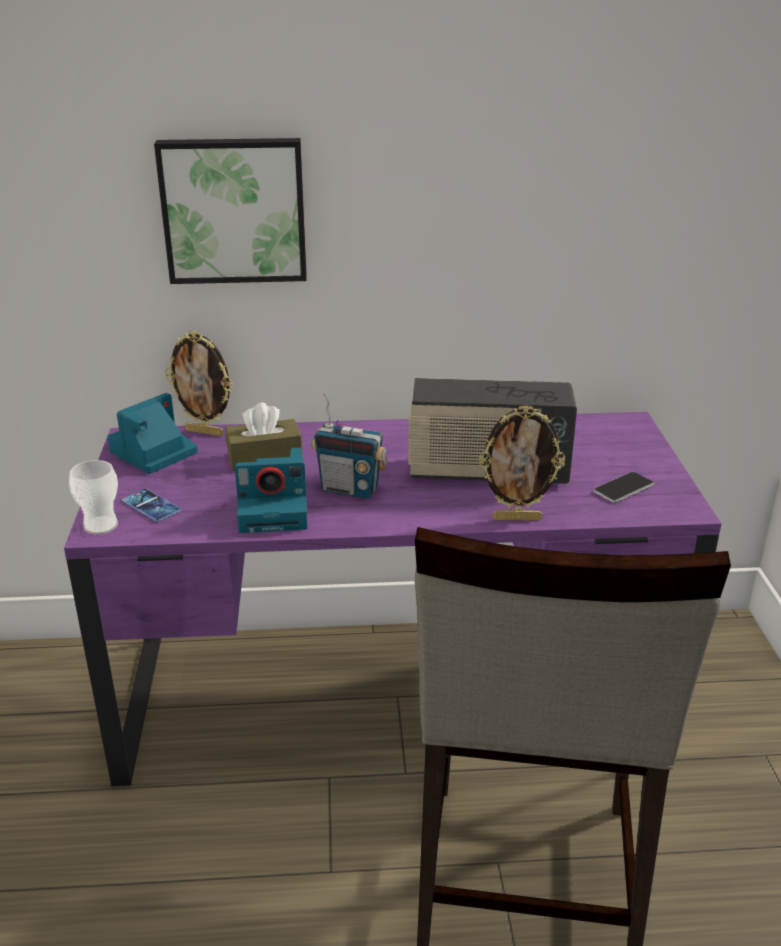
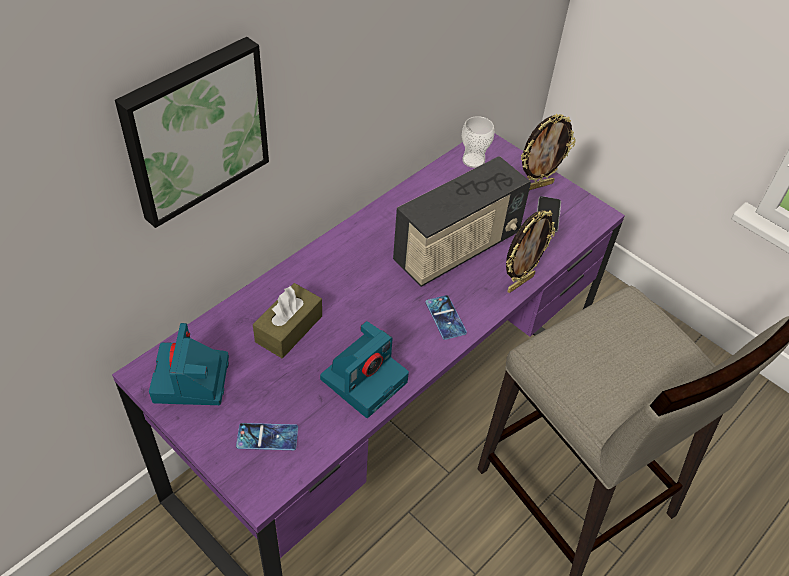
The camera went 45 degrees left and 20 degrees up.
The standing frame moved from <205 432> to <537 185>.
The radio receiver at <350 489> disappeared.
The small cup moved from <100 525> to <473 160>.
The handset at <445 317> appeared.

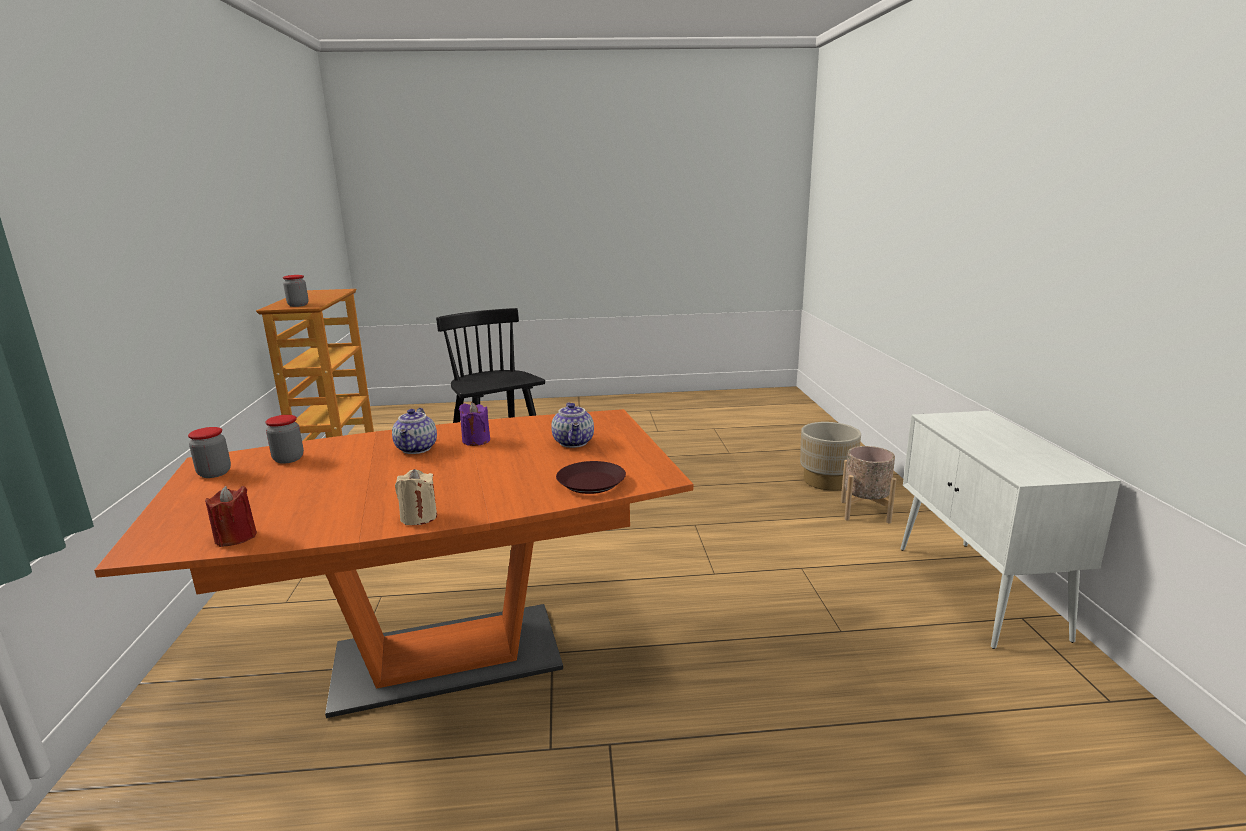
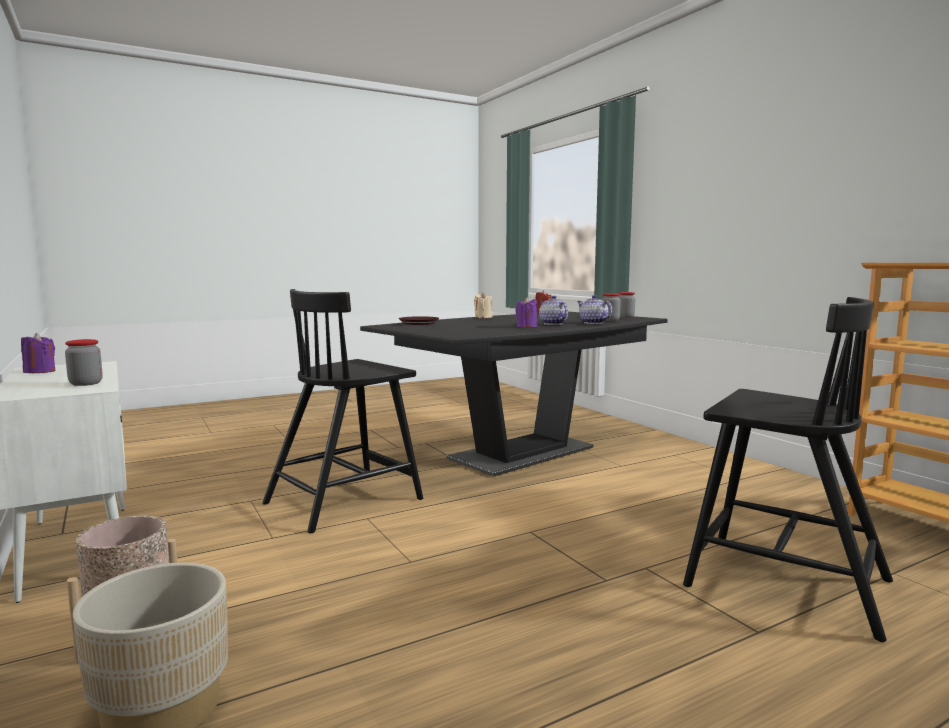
The camera went 155 degrees right and 10 degrees down.
The jar moved from <298 305> to <86 383>.
The teapot moved from <574 442> to <592 323>.
The kitchen table/orange-coloured at <447 658> became the kitchen table/blackish at <522 453>.
The upright chair/blackish at <346 500> appeared.
The wax light/purplish at <39 371> appeared.

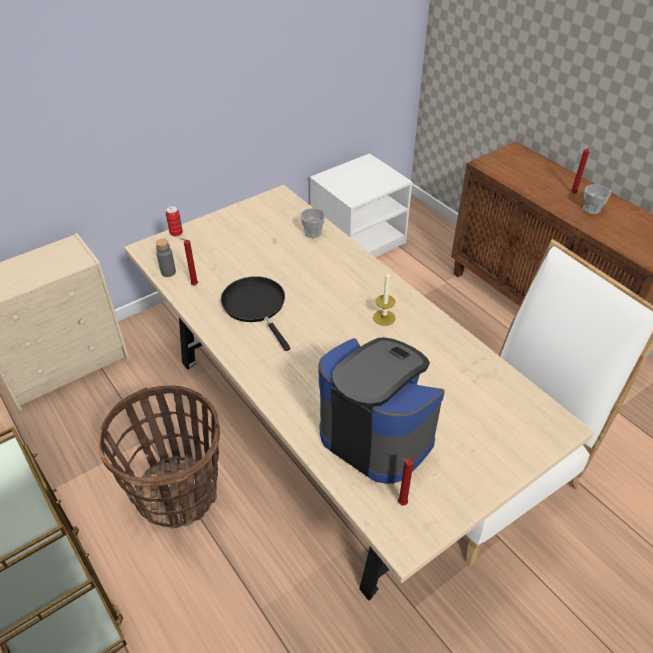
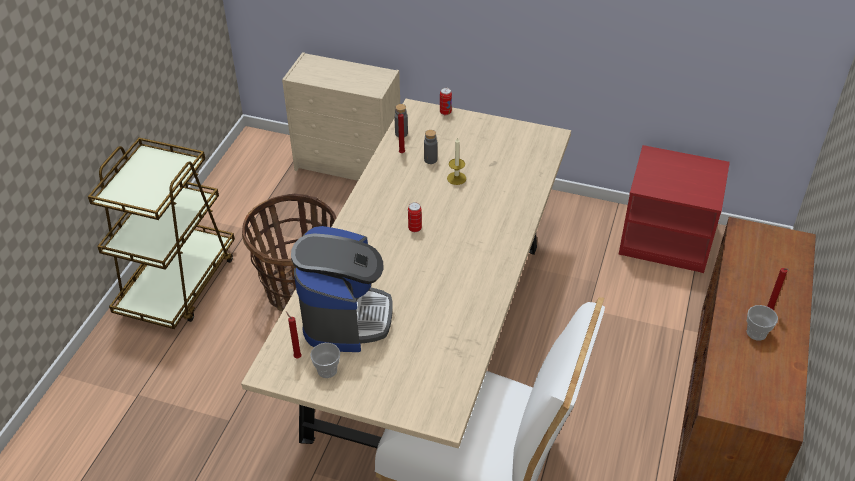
The camera went 55 degrees right and 0 degrees up.
The night table/white-coloured at <358 240> became the night table/red-coloured at <667 239>.
The small cup moved from <313 233> to <327 370>.
The wax light moved from <384 317> to <456 178>.
The frying pan/blackish at <256 306> disappeared.
The bottle/gray at <430 160> appeared.
The sealed can at <415 228> appeared.

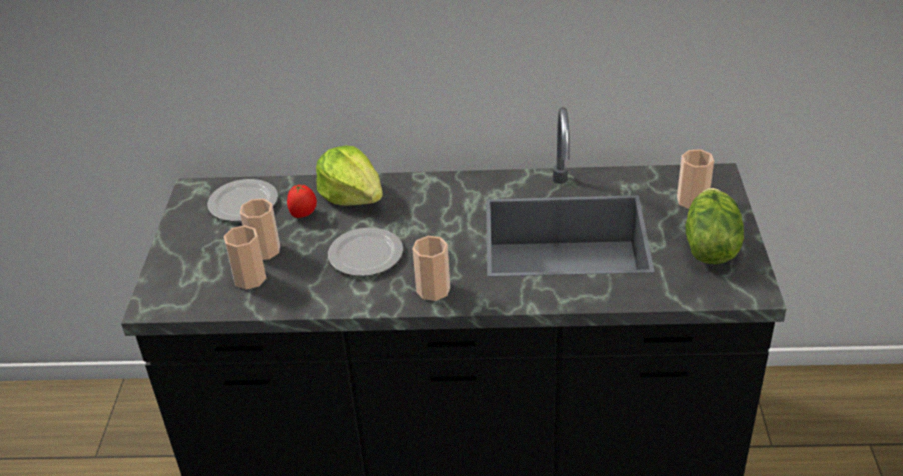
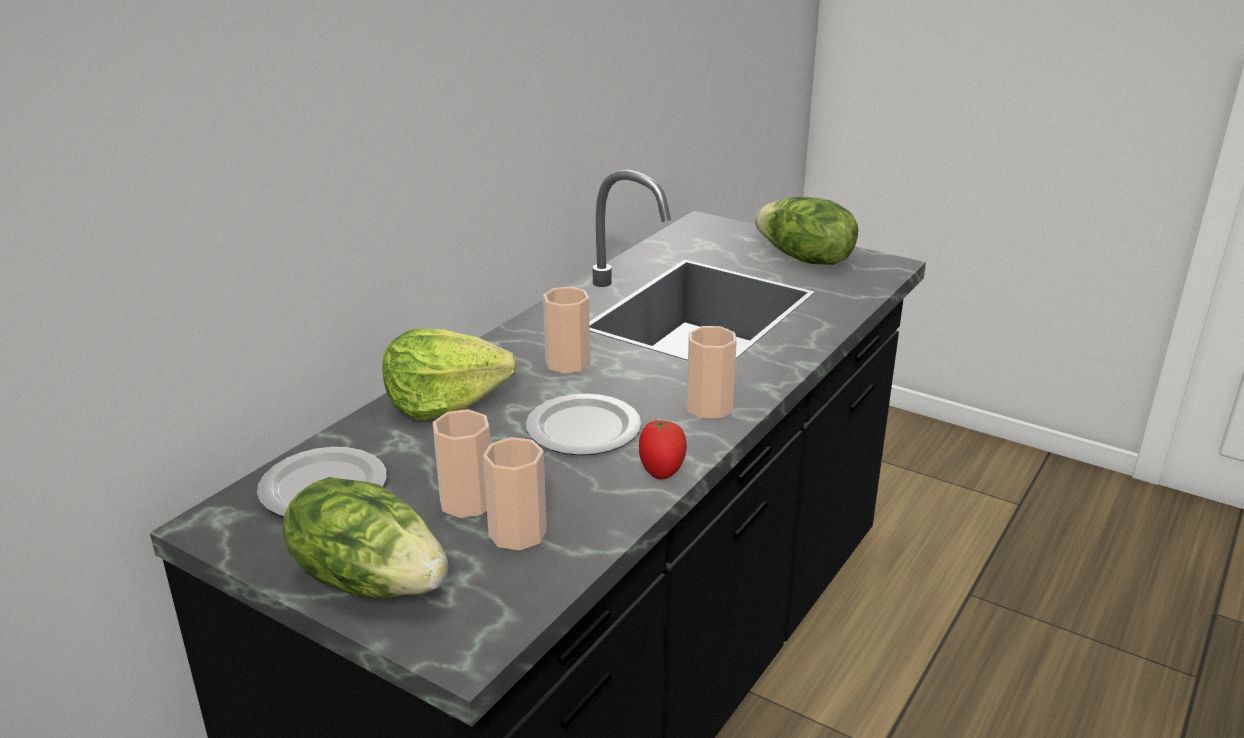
The camera went 60 degrees left and 10 degrees down.
The small cup moved from <692 200> to <567 363>.
The tomato moved from <303 214> to <662 472>.
The lettuce at <370 579> appeared.

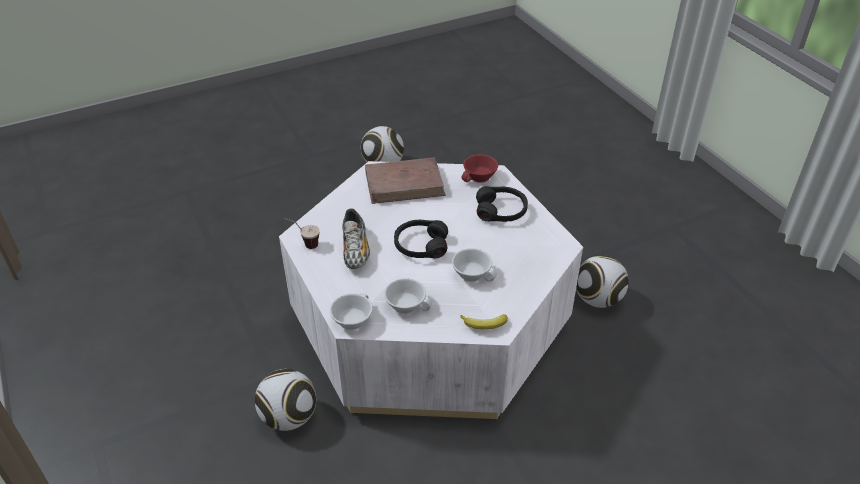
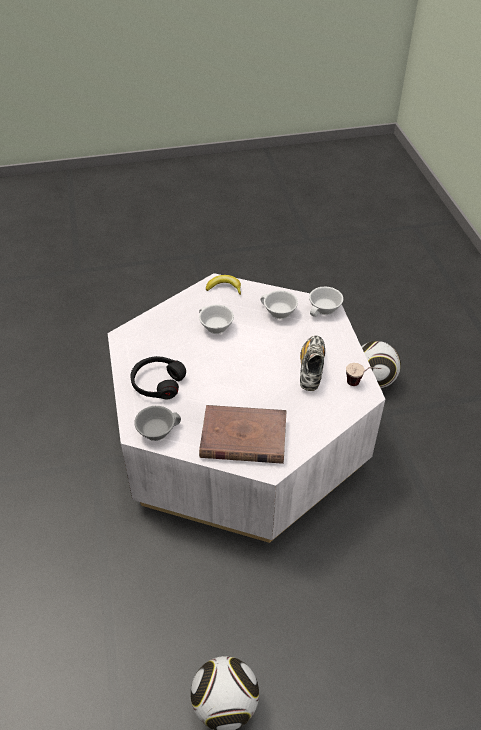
The camera went 165 degrees left and 5 degrees up.
The small cup/red-coloured at <480 177> became the small cup/gray at <156 430>.
The headphones/blackish at <421 245> disappeared.
The ball for football at <597 300> disappeared.

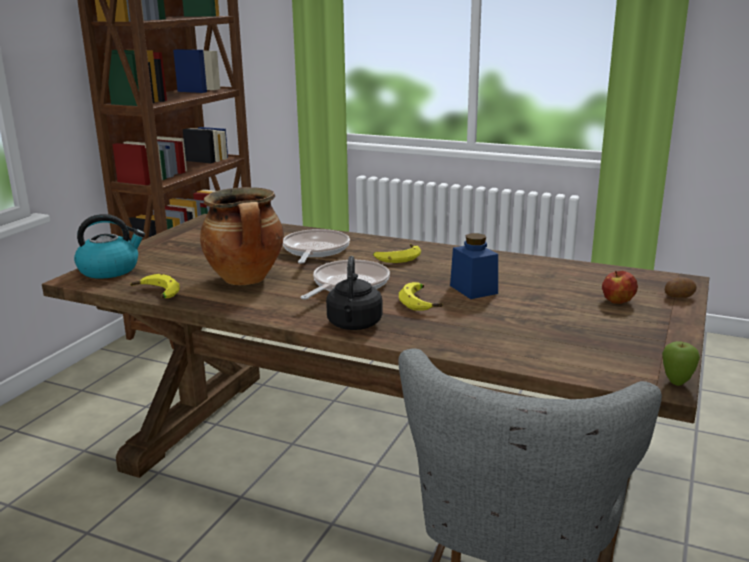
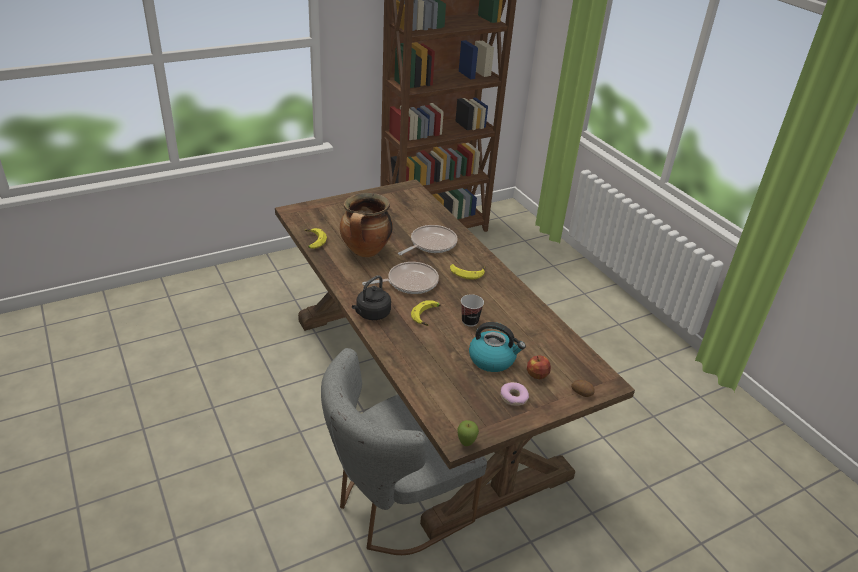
The camera went 35 degrees right and 15 degrees up.
The tea kettle moved from <110 270> to <492 359>.
The jar/bluish at <473 289> was replaced by the small cup at <470 321>.
The donut at <513 397> appeared.

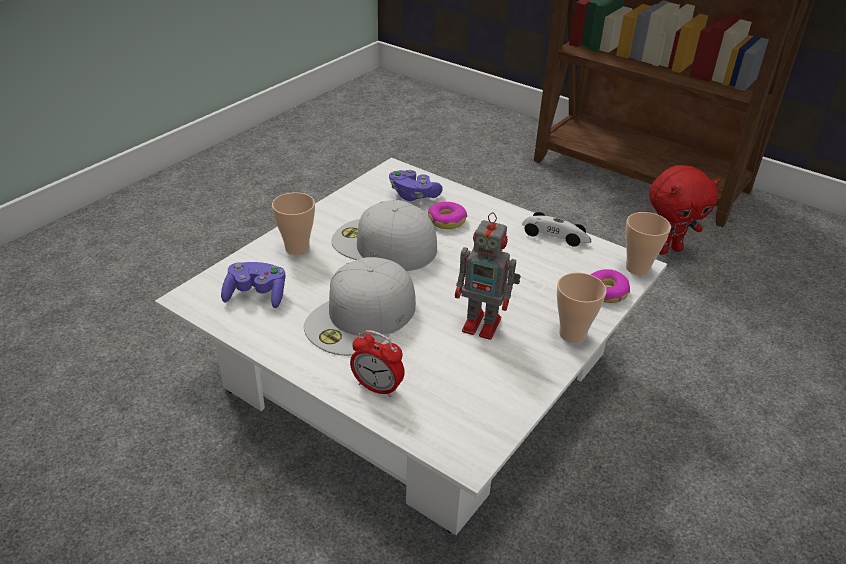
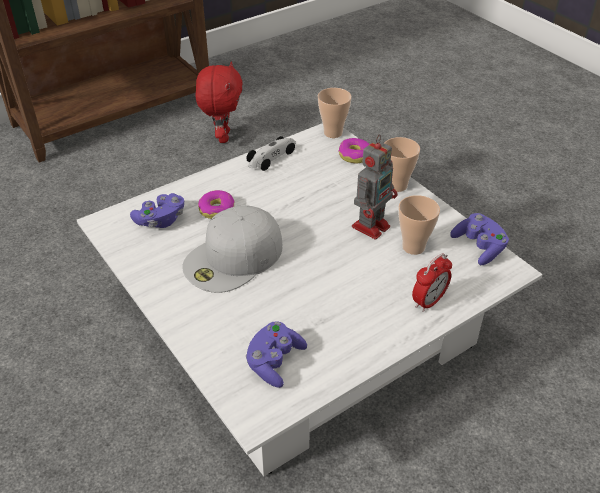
The camera went 70 degrees left and 5 degrees up.
The small cup moved from <297 248> to <413 247>.
The baseball cap/white-coloured at <362 317> disappeared.
The game controller/purplish at <479 247> appeared.

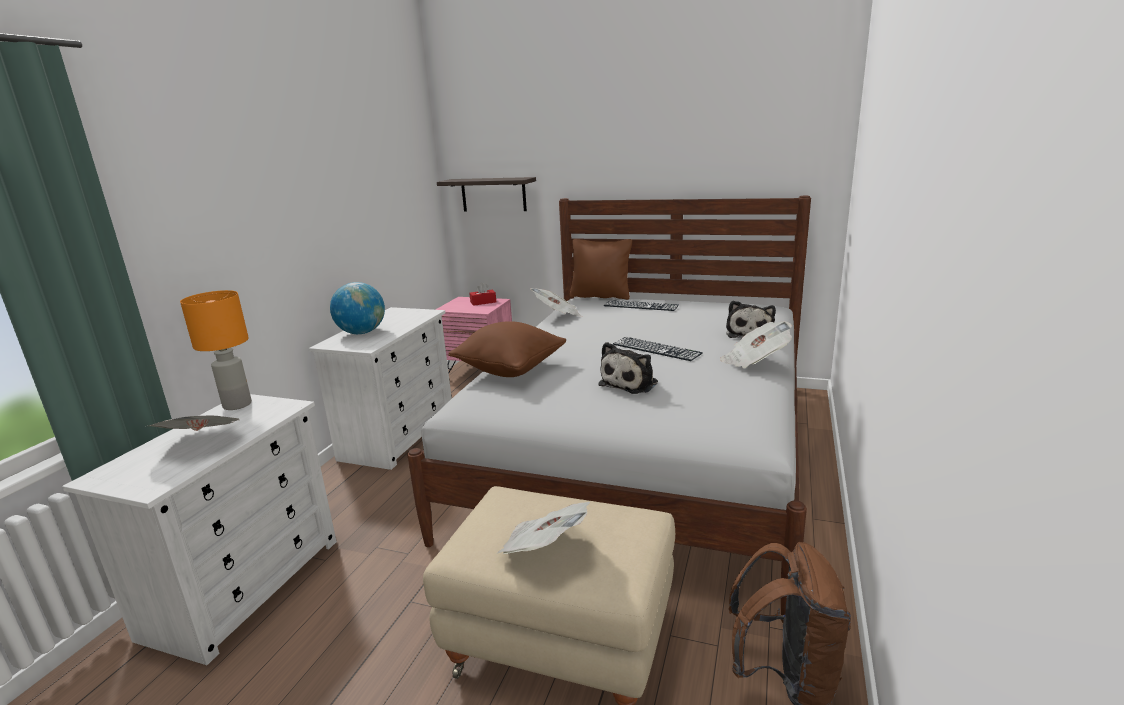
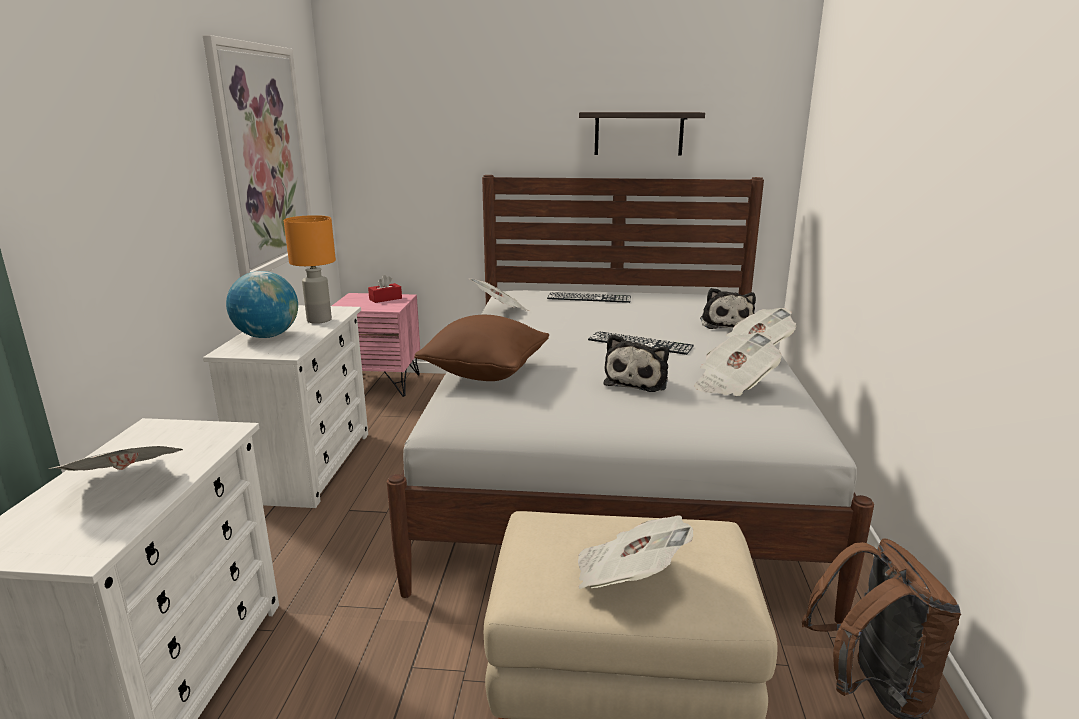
The camera went 15 degrees left and 0 degrees up.
The wall shelf moved from <493 194> to <638 133>.
The pillow/brownish at <601 296> disappeared.
The tabletop lamp/orange-coloured moved from <236 405> to <318 320>.
The wall art at <263 158> appeared.
The printed paper at <732 384> appeared.

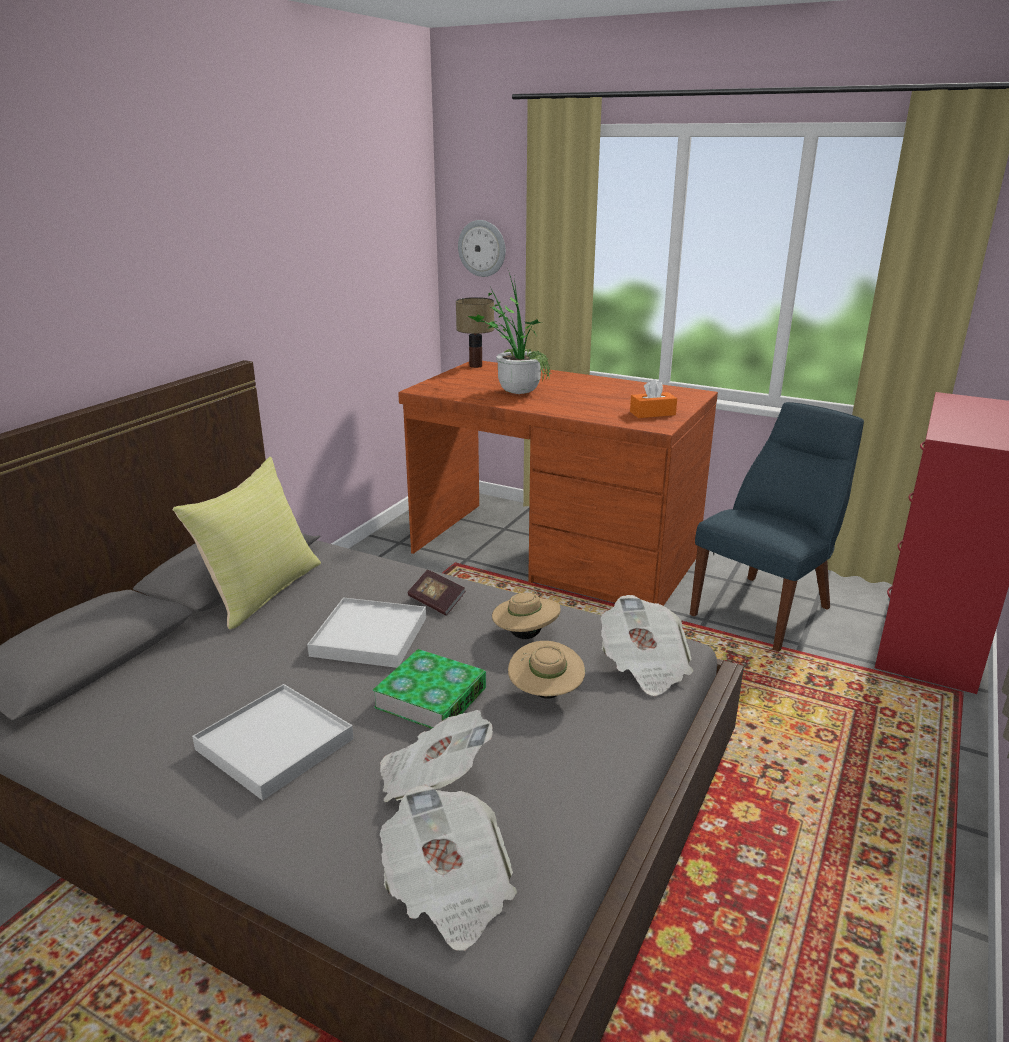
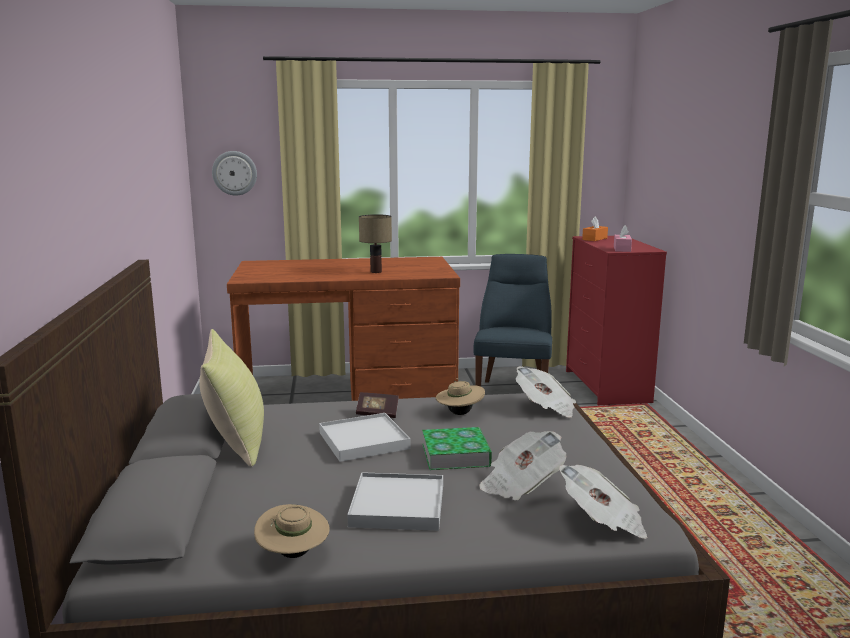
The camera went 35 degrees left and 10 degrees down.
The houseplant at <513 390> disappeared.
The tabletop lamp moved from <475 366> to <375 272>.
The box of tissues/orange-coloured moved from <652 413> to <594 239>.
The wearable hat/beige-coloured moved from <545 693> to <293 554>.
The box of tissues/pink-coloured at <622 249> appeared.

